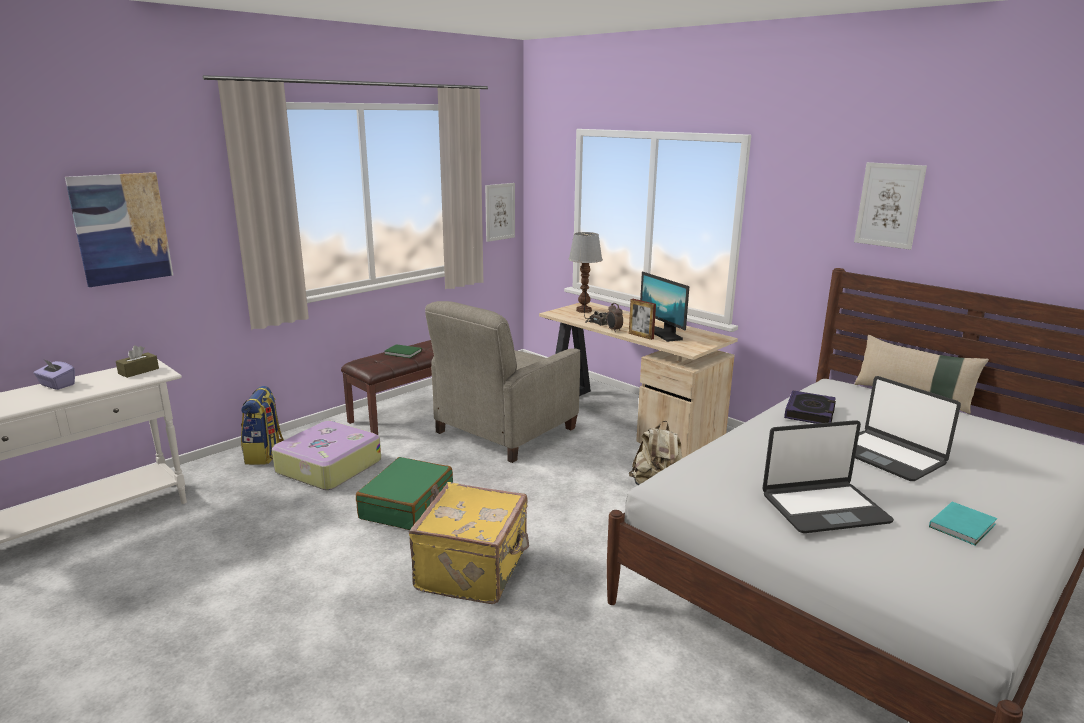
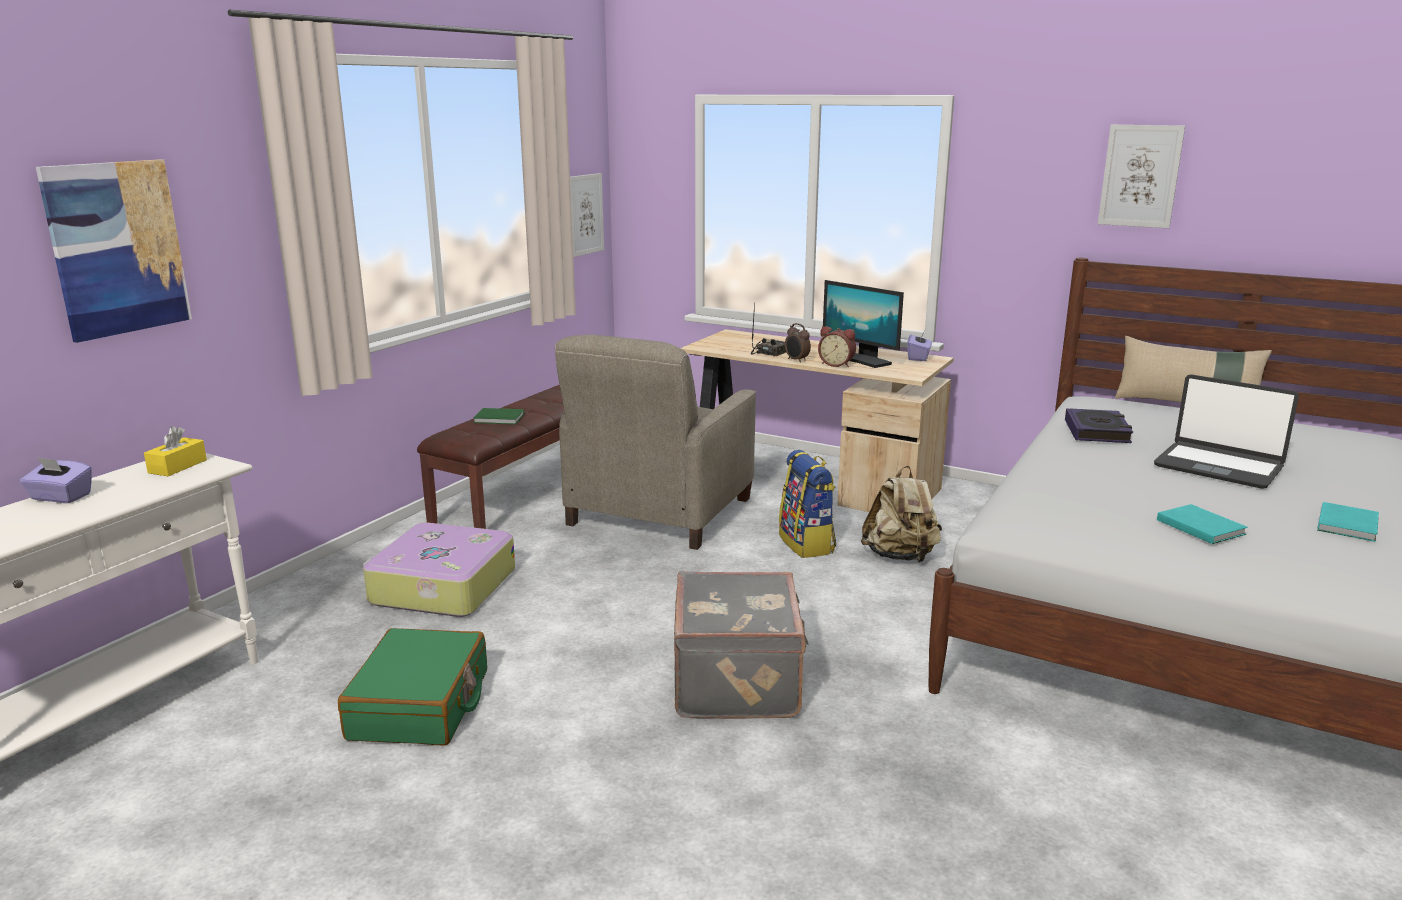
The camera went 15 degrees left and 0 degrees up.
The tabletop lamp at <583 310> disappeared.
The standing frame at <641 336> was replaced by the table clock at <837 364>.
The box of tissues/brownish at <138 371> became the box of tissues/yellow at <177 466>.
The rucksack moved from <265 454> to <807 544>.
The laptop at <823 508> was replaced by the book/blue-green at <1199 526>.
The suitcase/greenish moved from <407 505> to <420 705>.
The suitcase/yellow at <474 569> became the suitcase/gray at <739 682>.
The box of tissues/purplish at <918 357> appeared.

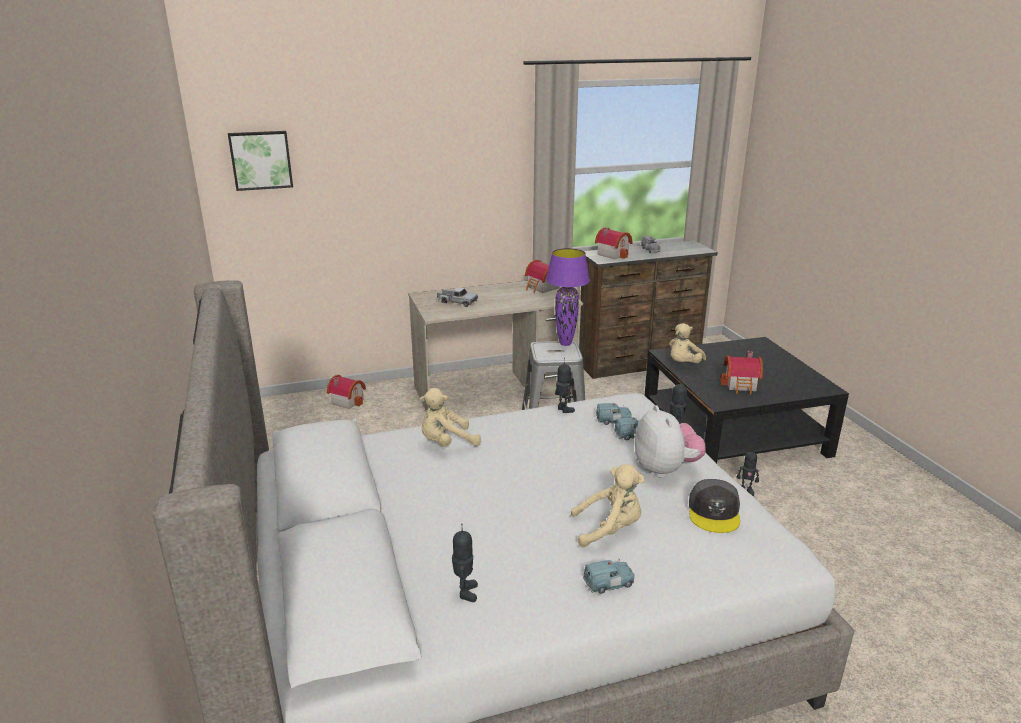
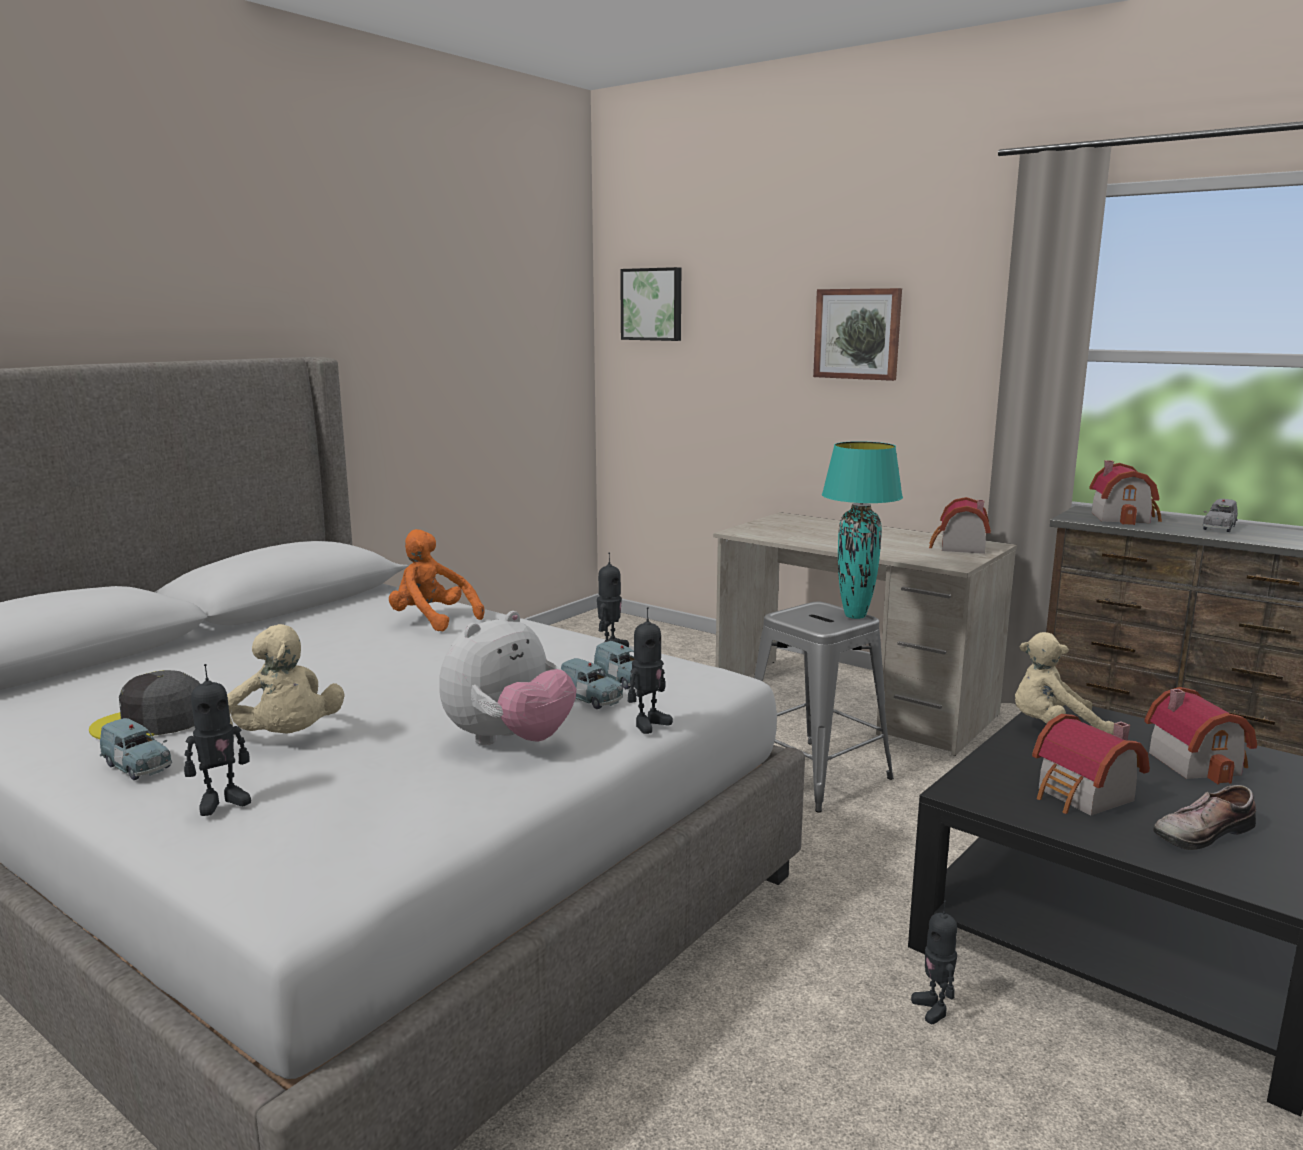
The camera went 55 degrees right and 10 degrees down.
The tabletop lamp/purplish at <565 344> became the tabletop lamp/blue-green at <855 616>.
The model truck at <457 302> disappeared.
The model house moved from <348 400> to <1197 762>.
The soft toy/beige-coloured at <447 443> became the soft toy/orange-coloured at <432 620>.
The baseball cap/gray moved from <714 512> to <152 722>.
The model robot moved from <465 592> to <222 802>.
The wall art at <858 334> appeared.
The item of footwear at <1199 832> appeared.

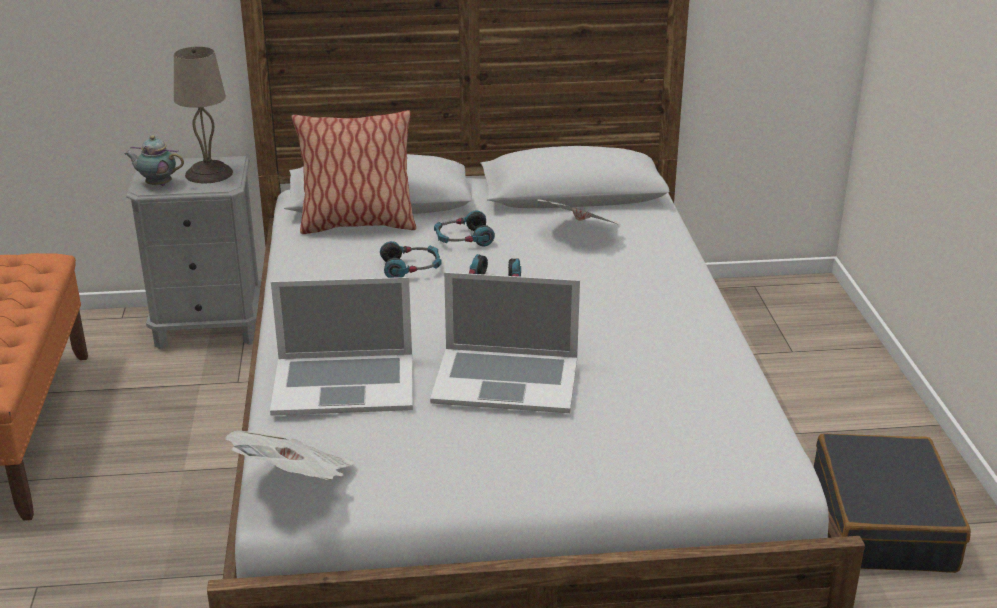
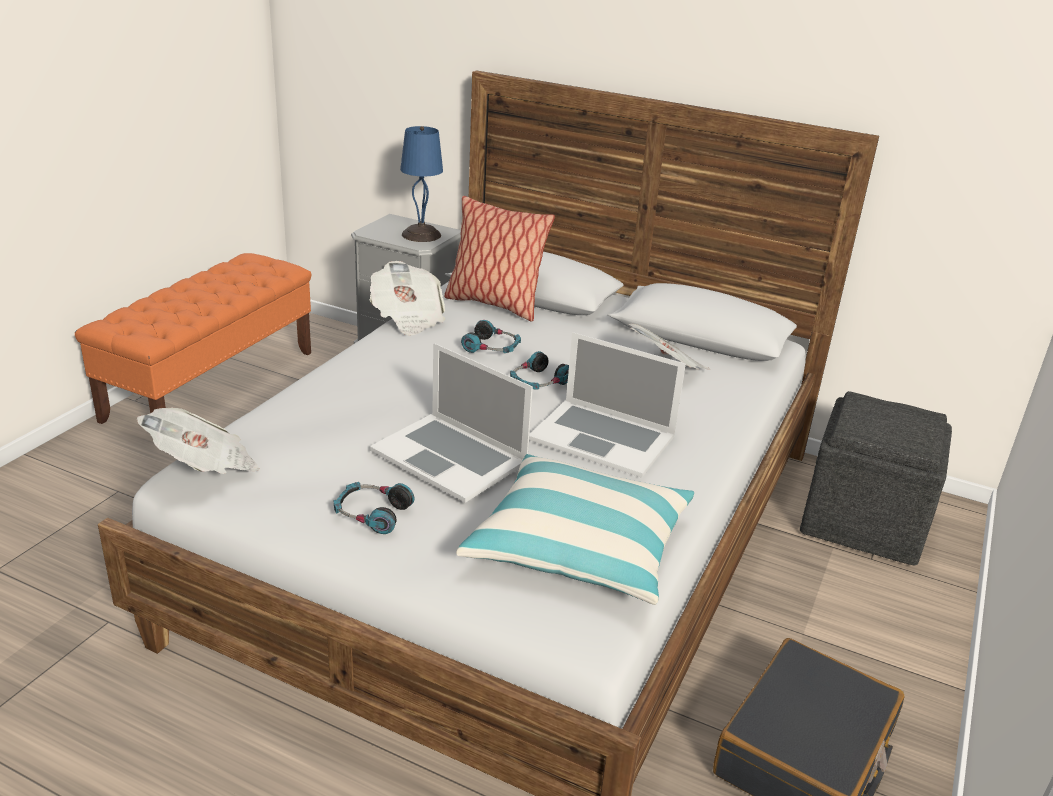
The camera went 30 degrees right and 0 degrees up.
The tabletop lamp/beige-coloured at <208 173> became the tabletop lamp/bluish at <421 234>.
The teapot at <157 184> disappeared.
The headphones moved from <463 239> to <372 514>.
The laptop moved from <344 384> to <602 437>.
The printed paper at <408 318> appeared.
The ottoman/gray at <862 521> appeared.
The pillow at <579 547> appeared.

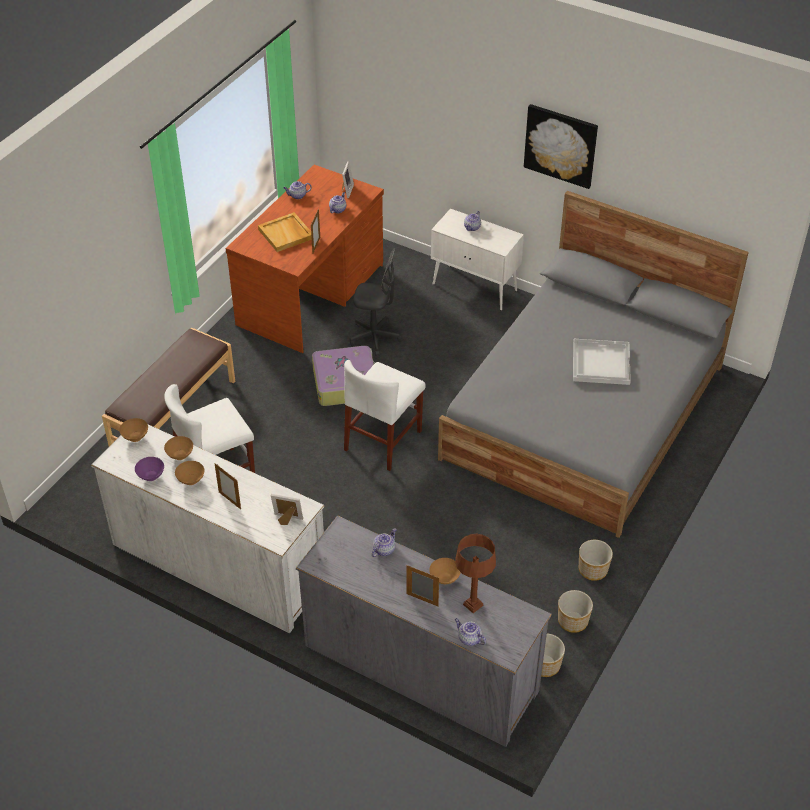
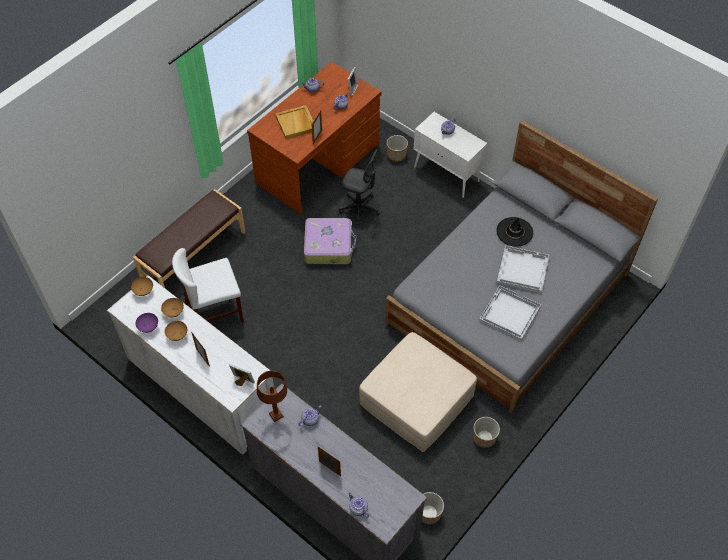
The camera went 10 degrees right and 10 degrees up.
The wall art at <560 145> disappeared.
The upright chair/white-coloured at <383 440> disappeared.
The tabletop lamp/brownish moved from <473 604> to <276 415>.
The bowl/brownish at <444 579> disappeared.
The plant pot moved from <573 620> to <396 155>.
The wearable hat/blackish at <514 232> appeared.
The serving tray/white-coloured at <509 314> appeared.
The ottoman/beige-coloured at <417 399> appeared.

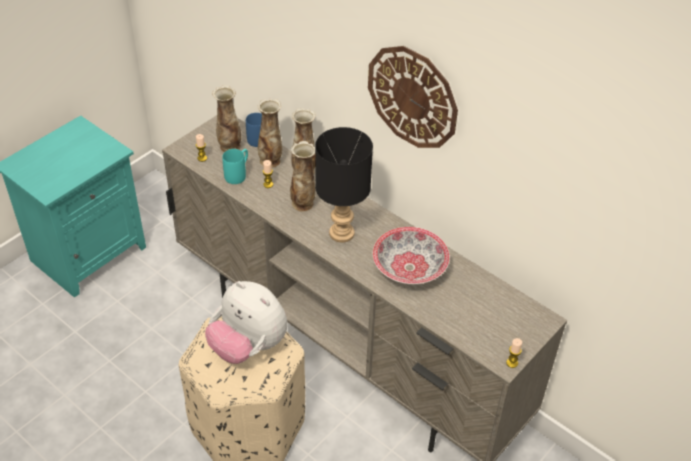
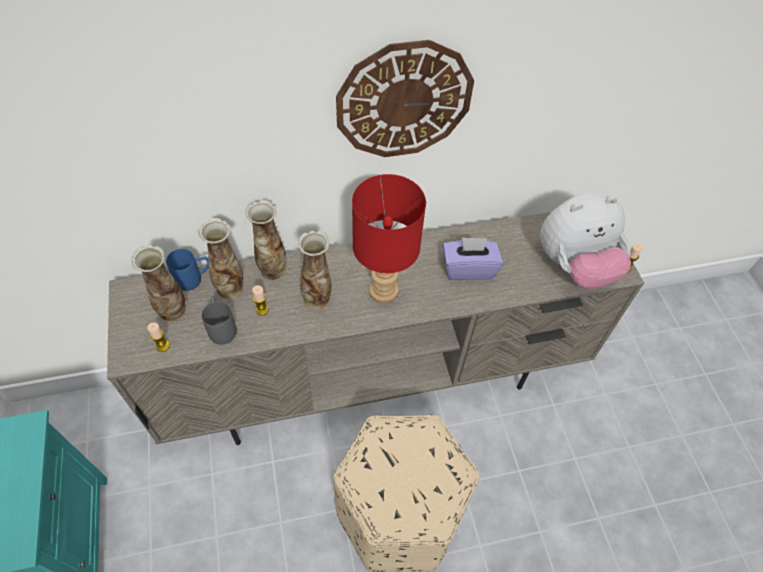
The camera went 55 degrees left and 10 degrees up.
The tabletop lamp/blackish at <340 233> became the tabletop lamp/red-coloured at <383 292>.
The tea mug/blue-green at <238 174> became the tea mug/gray at <221 327>.
The bowl at <408 268> was replaced by the box of tissues/purplish at <468 268>.
The soft toy moved from <248 346> to <574 266>.

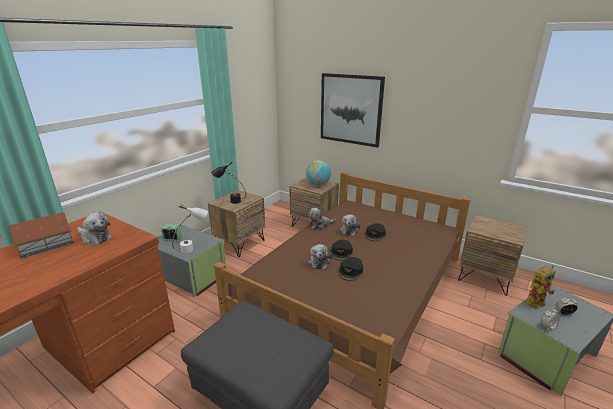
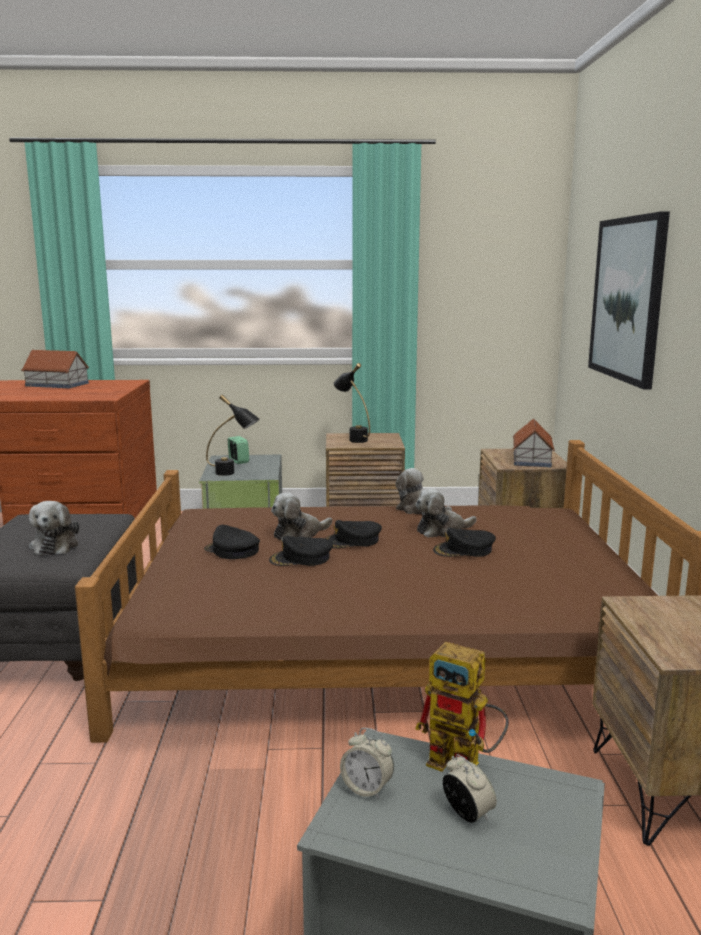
The camera went 55 degrees right and 10 degrees down.
The desk globe at <318 184> was replaced by the model house at <531 459>.
The tabletop lamp/white-coloured at <193 248> became the tabletop lamp/blackish at <233 474>.
The soft toy moved from <95 237> to <55 545>.
The baseball cap/blackish at <232 550> appeared.

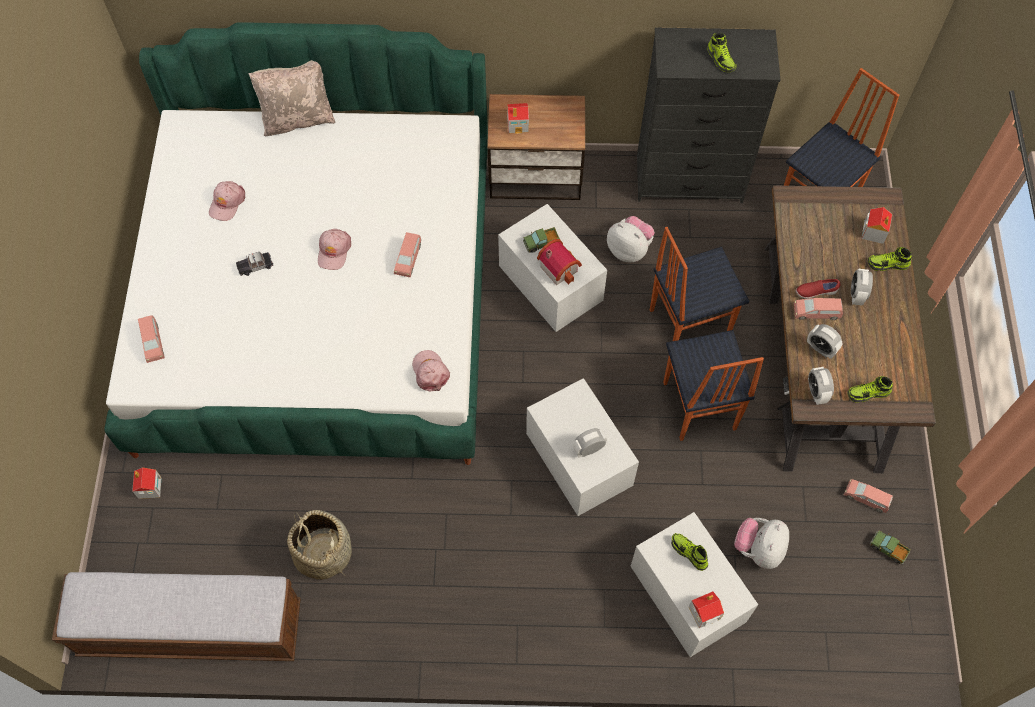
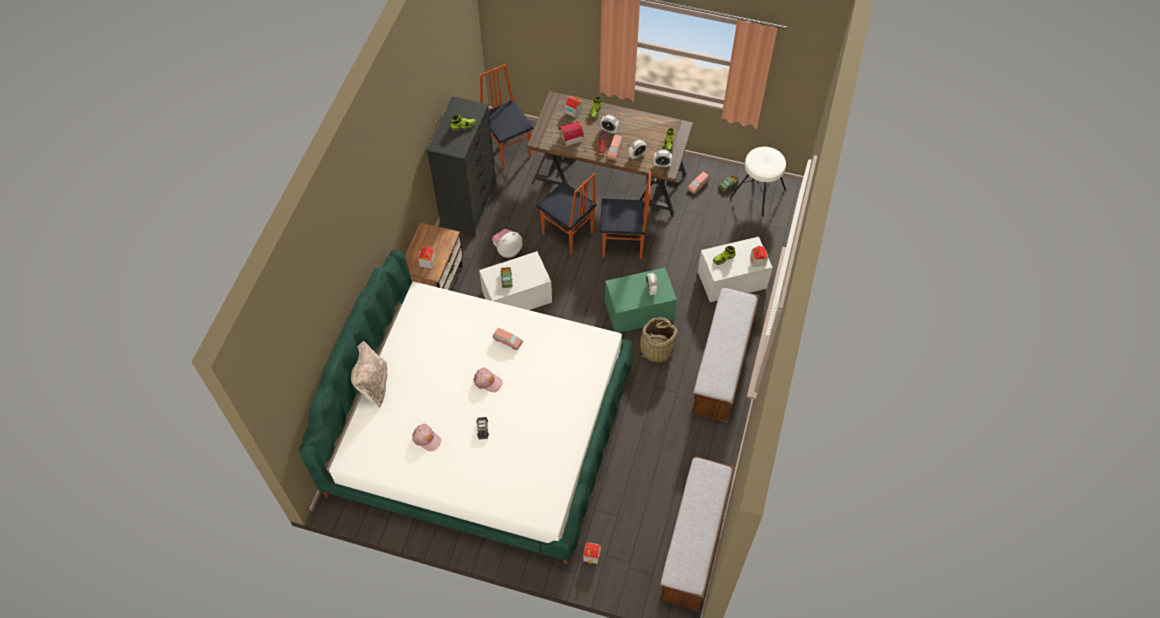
The camera went 75 degrees left and 5 degrees down.
The upright chair at <688 322> turned 45 degrees counterclockwise.
The model house moved from <560 267> to <570 137>.
The miniature car/pink-coloured at <152 342> disappeared.
The baseball cap/pink-coloured at <430 372> disappeared.
The storage box/white-coloured at <579 459> became the storage box/greenish at <639 310>.
The household basket moved from <323 553> to <656 349>.
The soft toy at <759 549> disappeared.
The stool/white-coloured at <758 193> appeared.
The bench at <722 366> appeared.

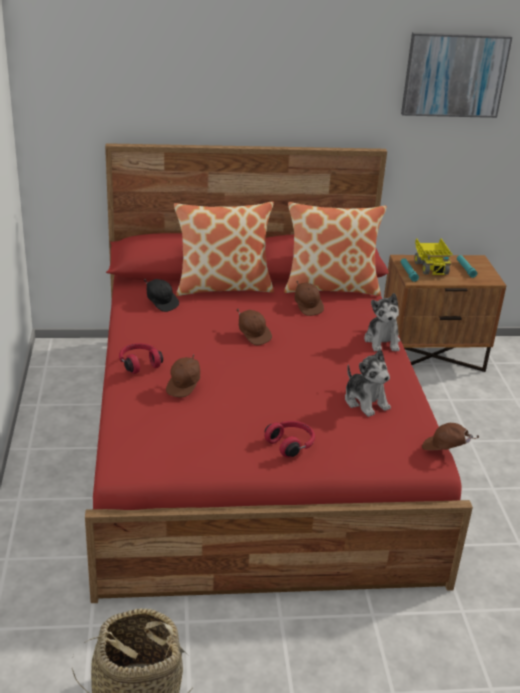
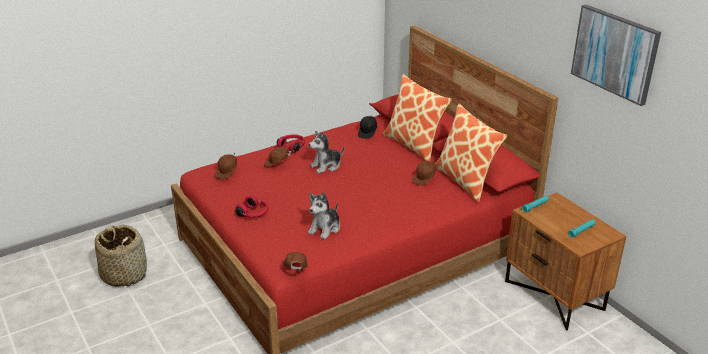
The camera went 65 degrees right and 0 degrees up.
The model truck at <431 267> disappeared.
The soft toy moved from <382 341> to <326 166>.
The baseball cap/brownish moved from <253 335> to <227 173>.

